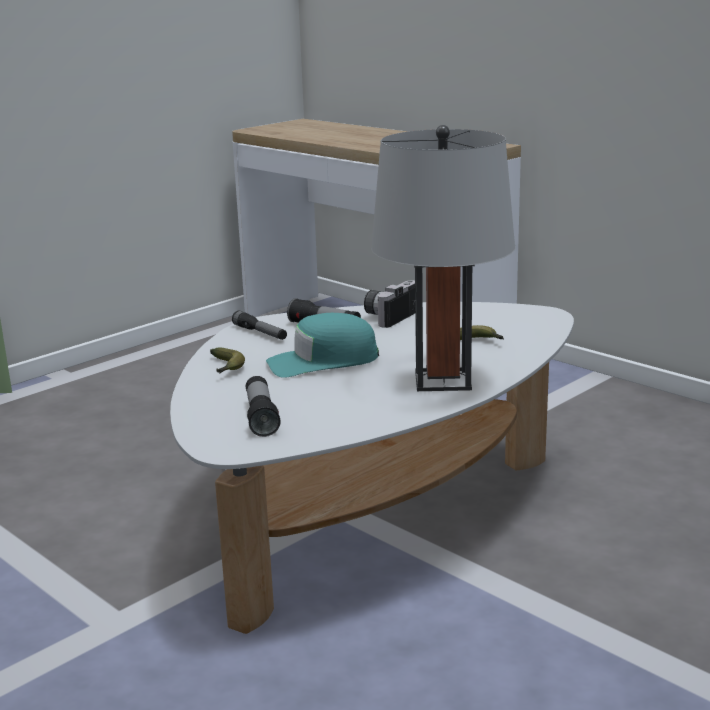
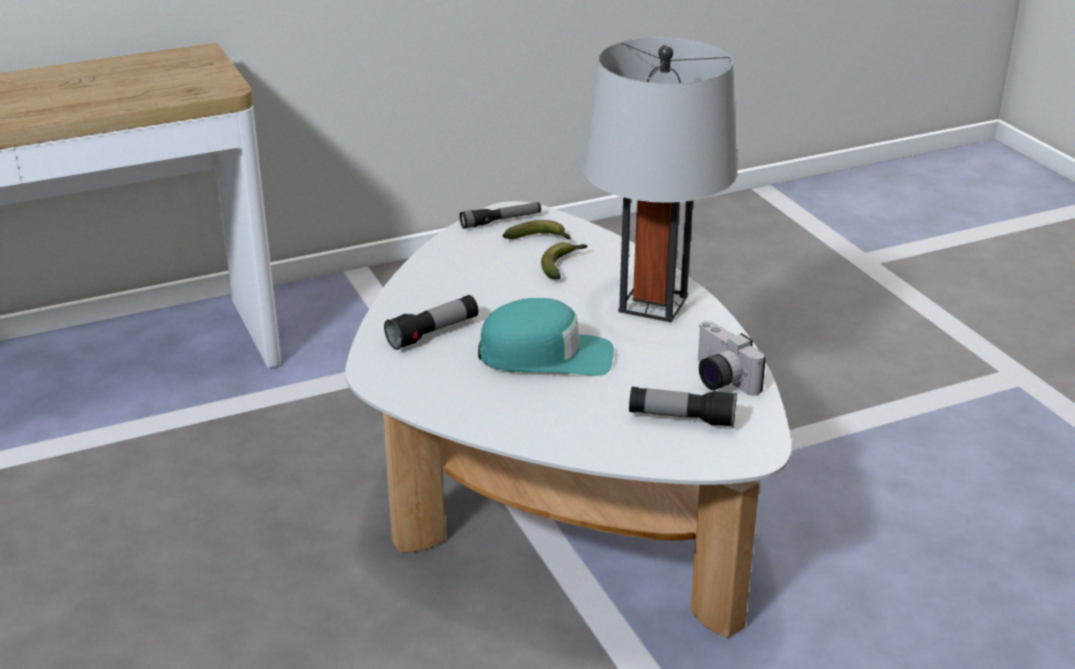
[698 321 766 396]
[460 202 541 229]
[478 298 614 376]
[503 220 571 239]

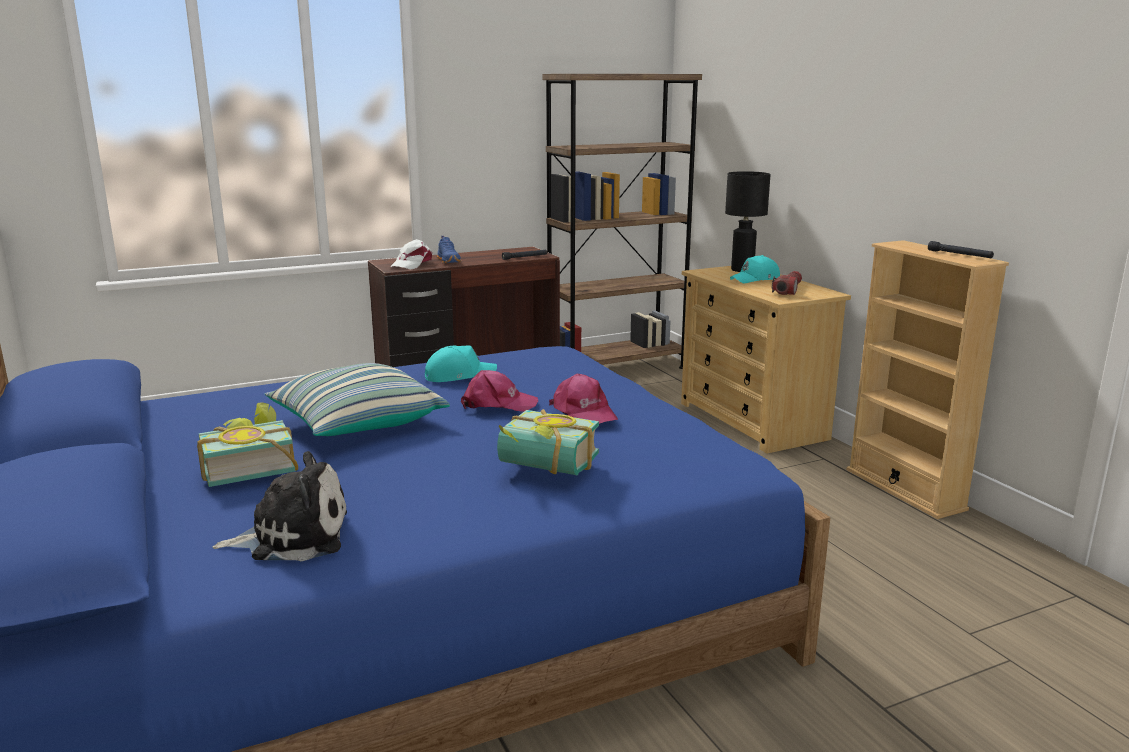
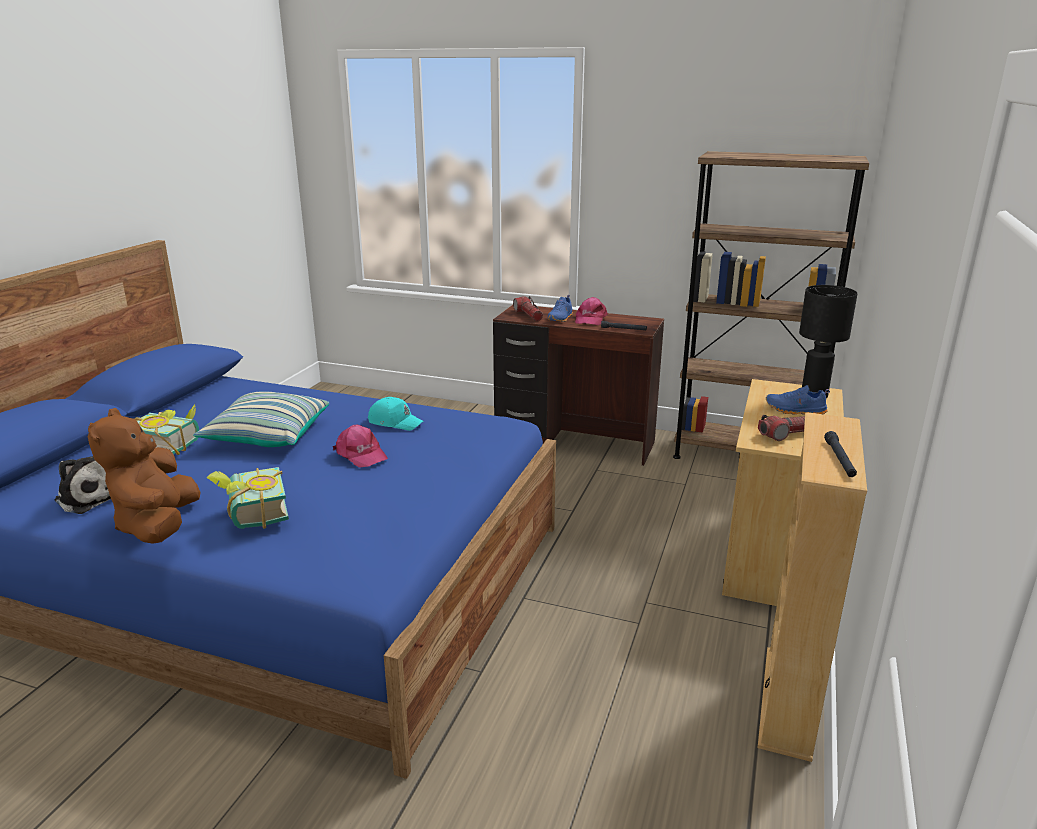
[513 296 543 321]
[766 385 830 415]
[575 297 608 325]
[88 408 200 544]

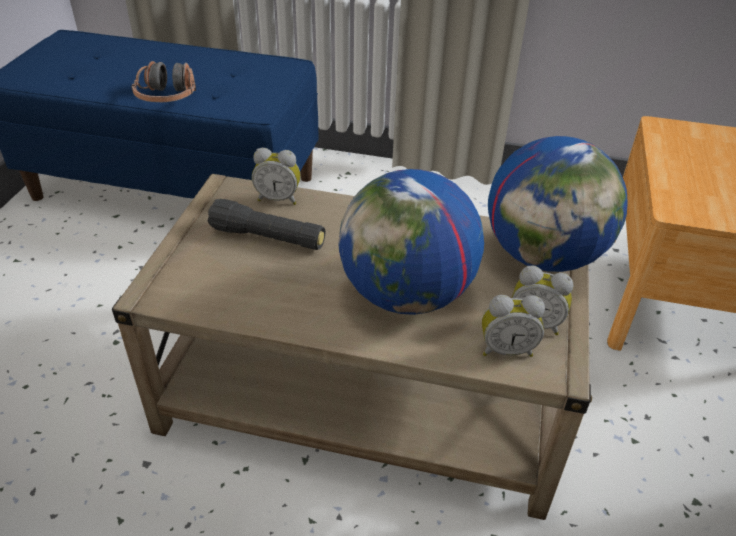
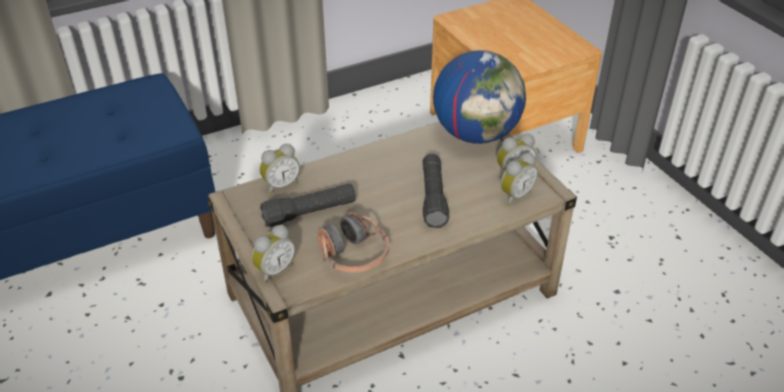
[317 212 389 273]
[423 154 449 228]
[252 225 295 283]

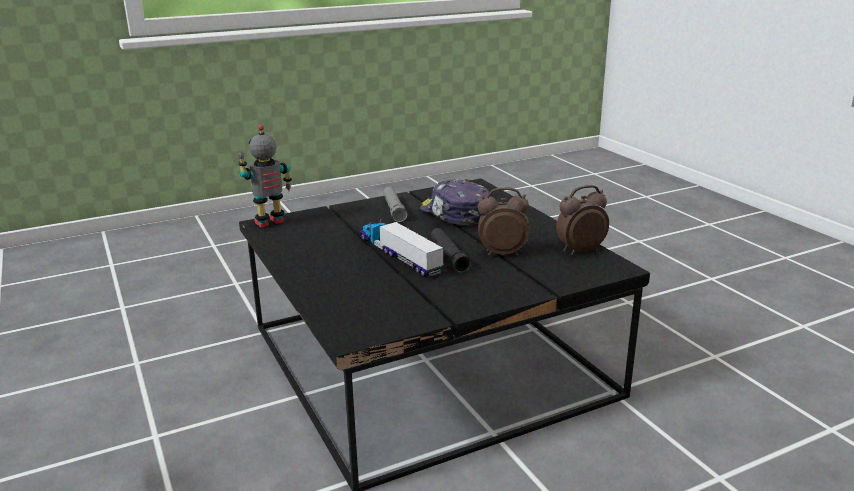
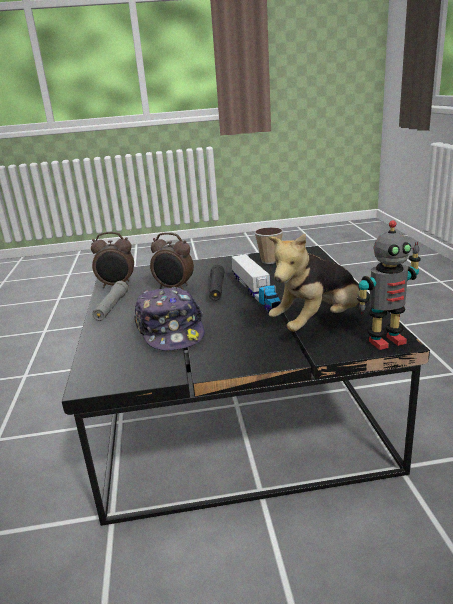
[92 281 128 321]
[255 227 283 264]
[268 234 367 332]

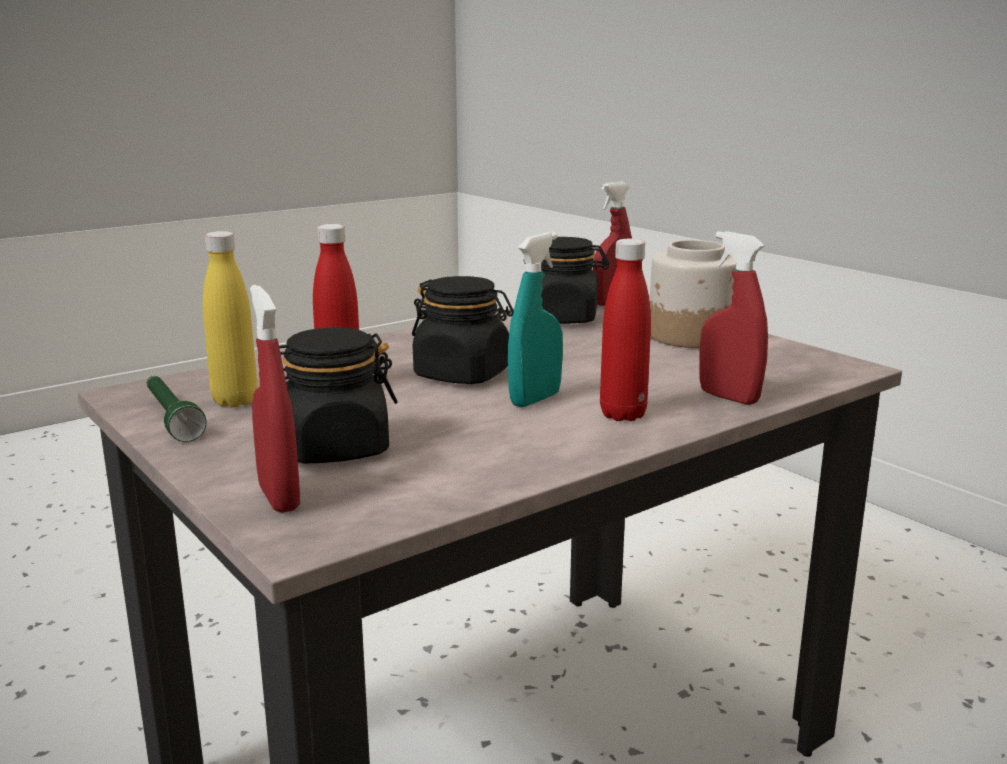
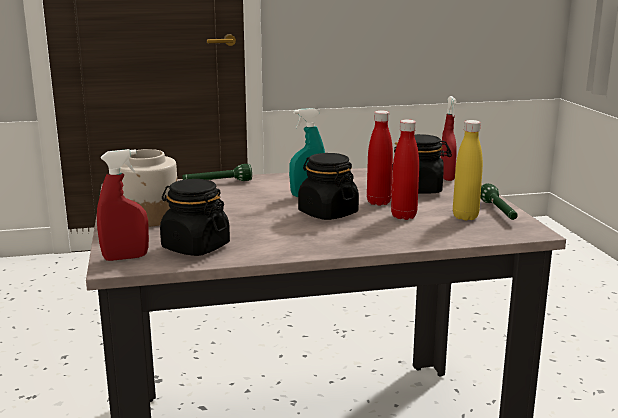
[182 164 252 181]
[367 110 393 206]

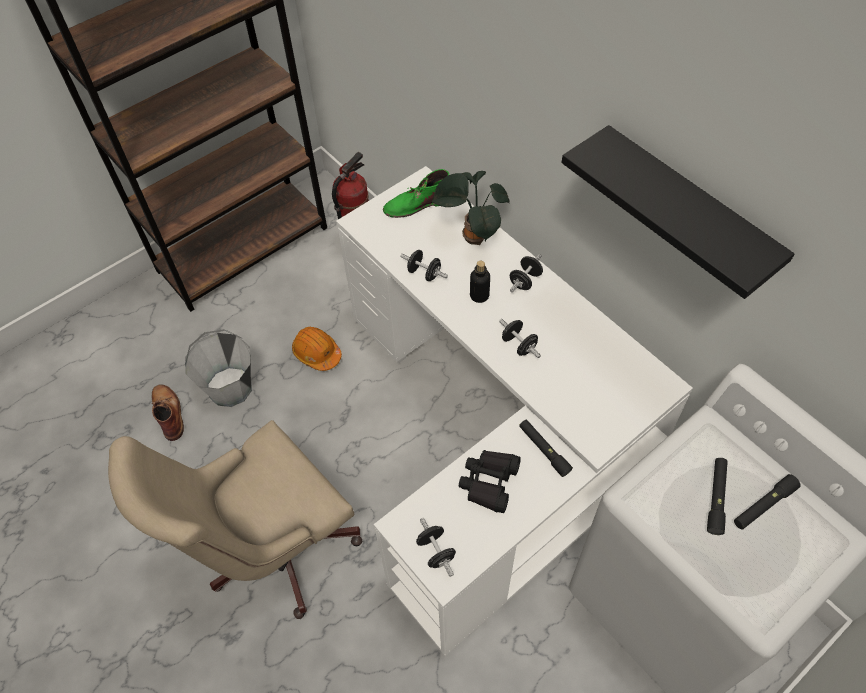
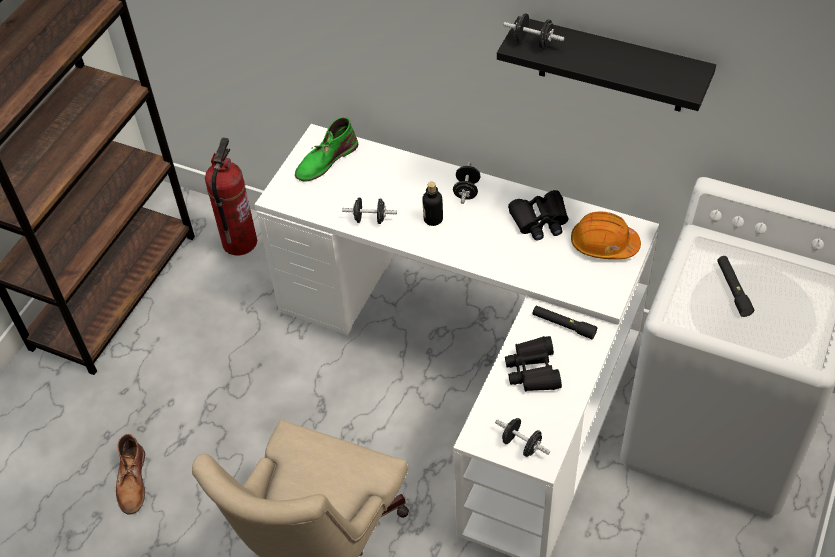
[431 171 510 245] (first image)
[504 14 565 49]
[571 211 641 259]
[185 329 252 407] (first image)
[116 434 145 514]
[734 474 801 530] (first image)
[508 190 569 240]

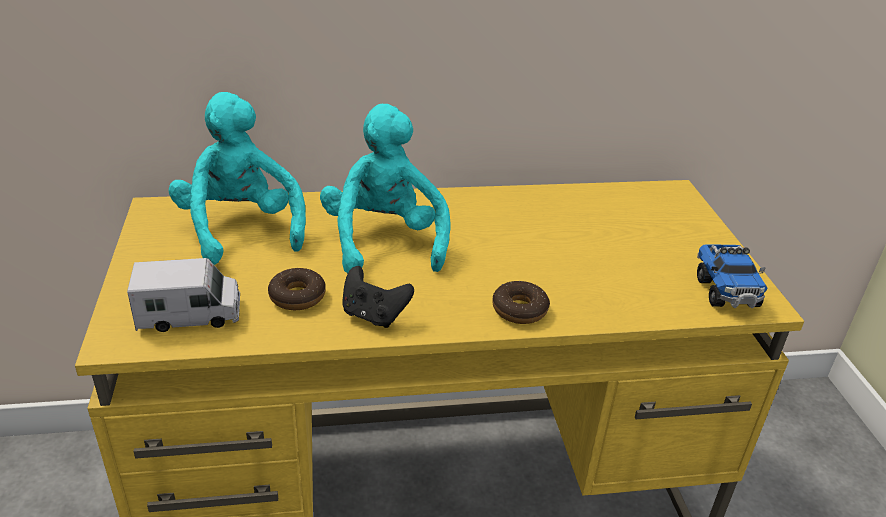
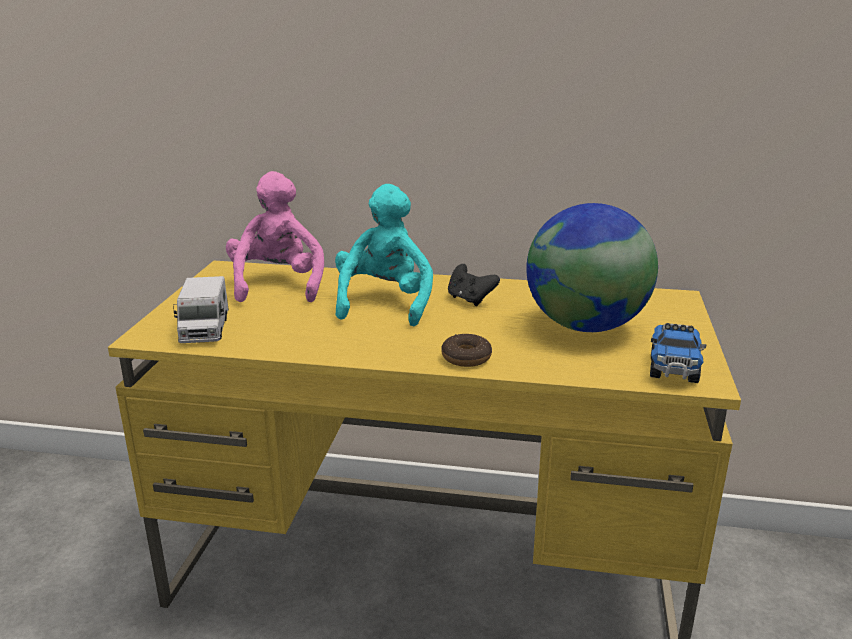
[226 171 324 302]
[173 276 229 343]
[448 264 500 306]
[268 268 326 310] (first image)
[526 203 658 332]

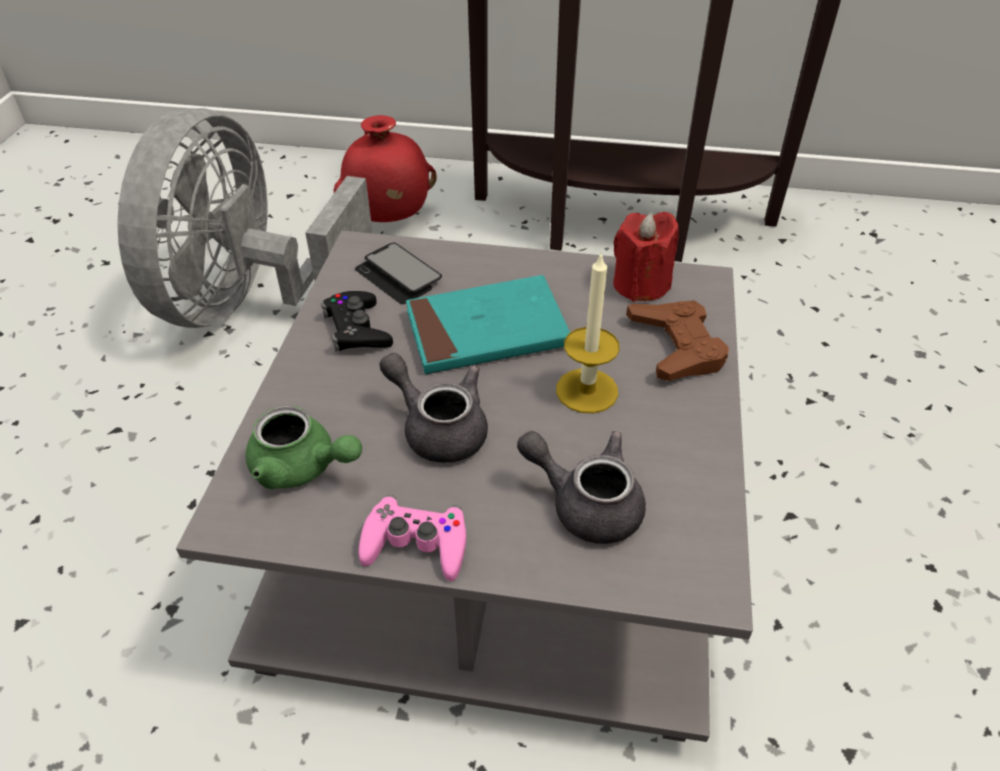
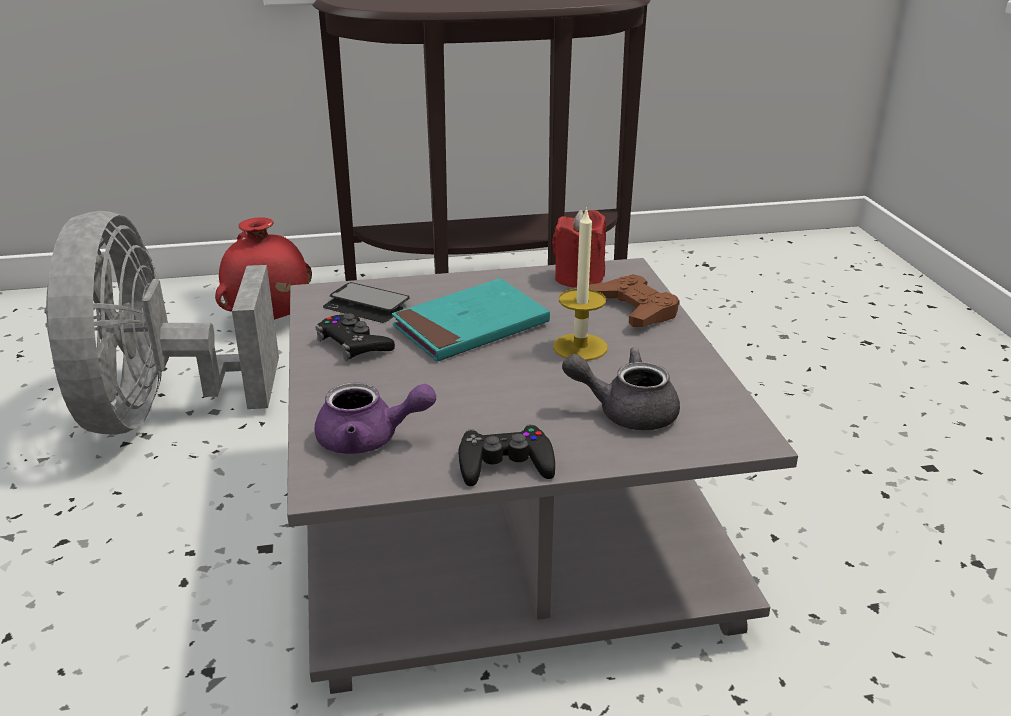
[379 353 488 463] (first image)
[315 382 436 454]
[458 424 555 486]

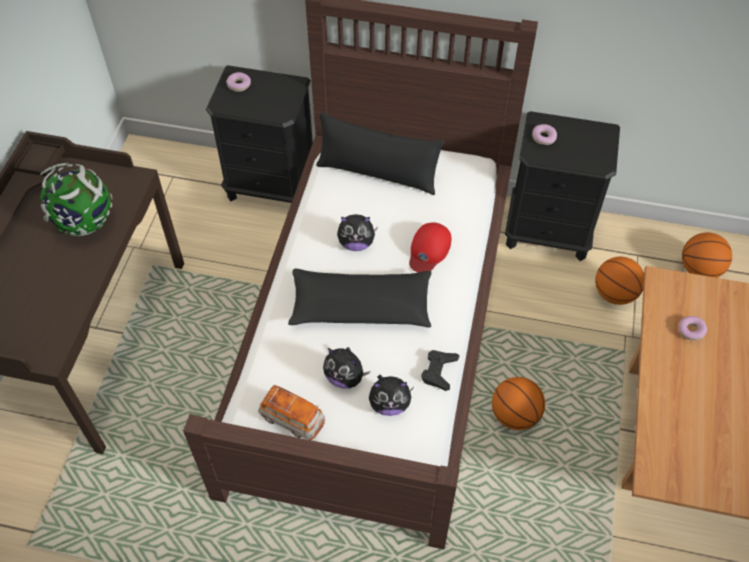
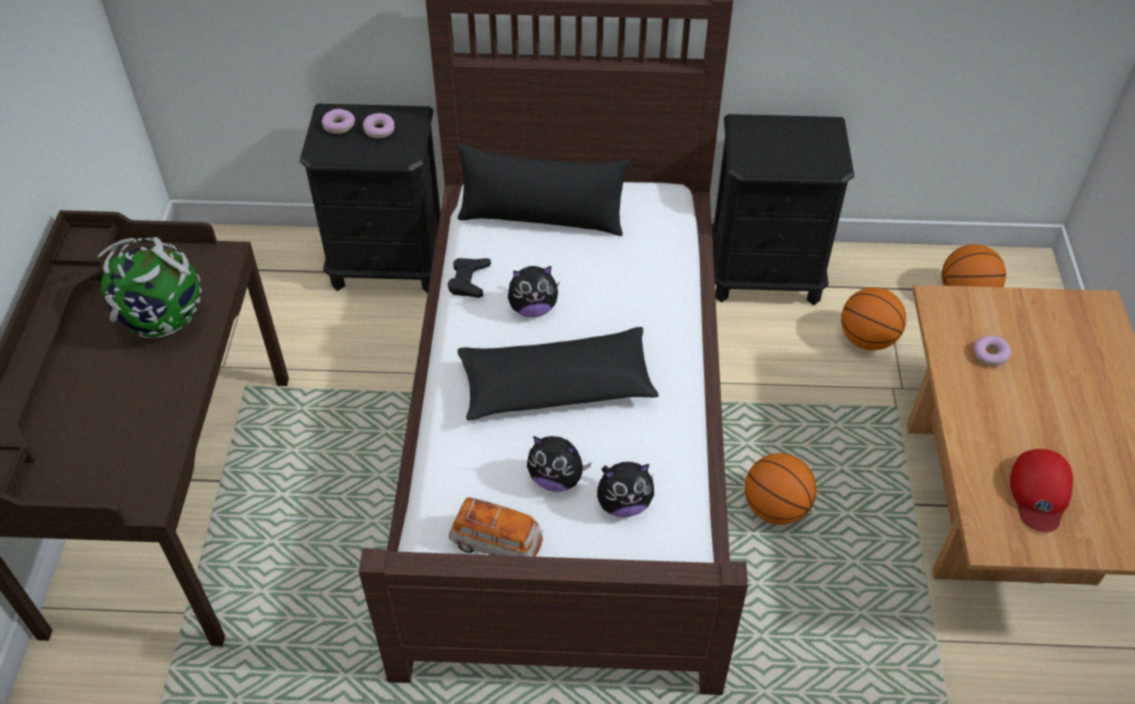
[363 113 395 138]
[1010 449 1073 532]
[448 258 491 298]

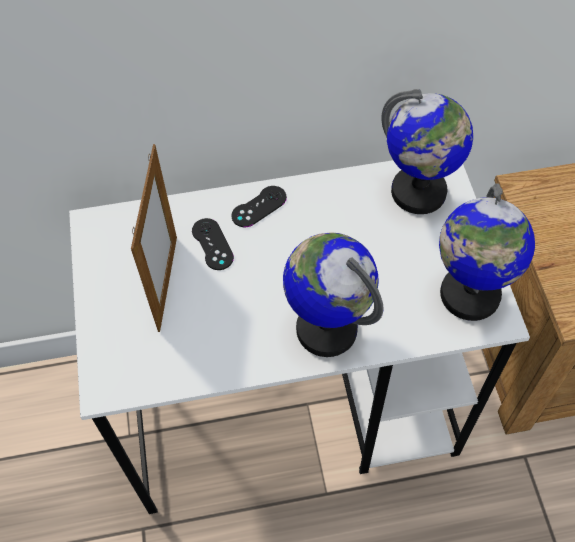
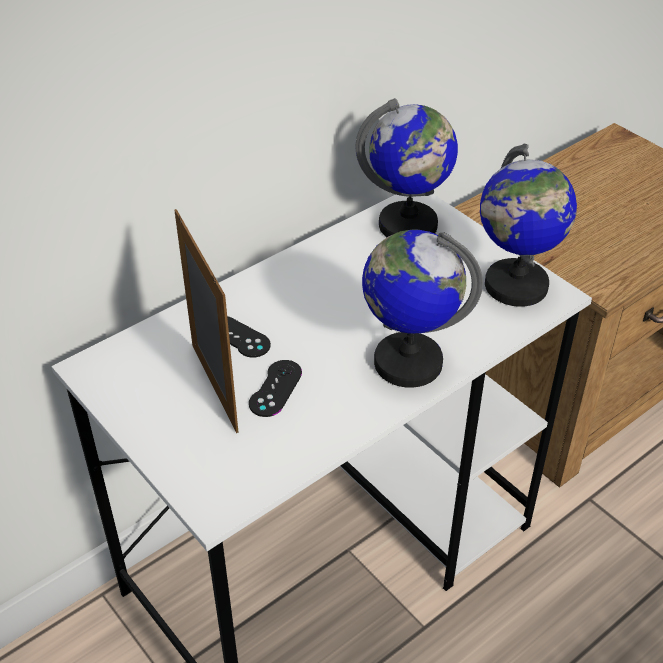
[249 360 302 417]

